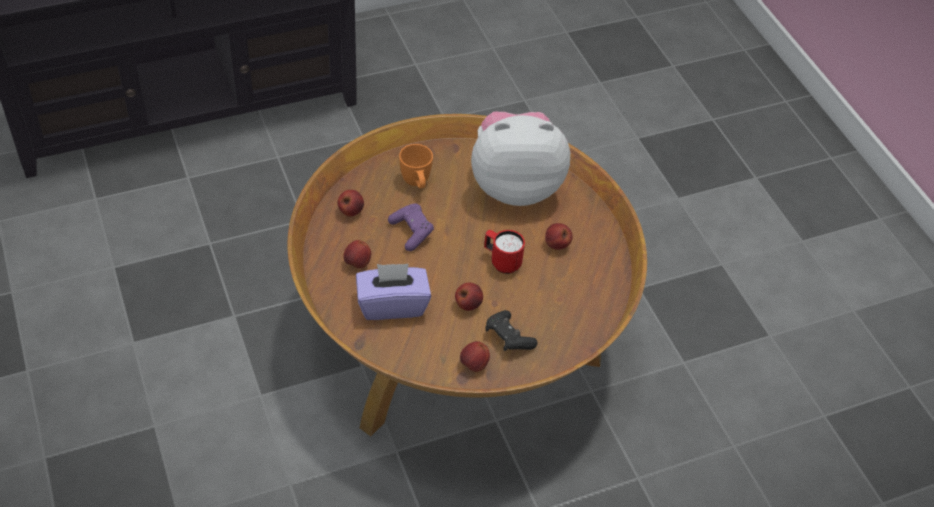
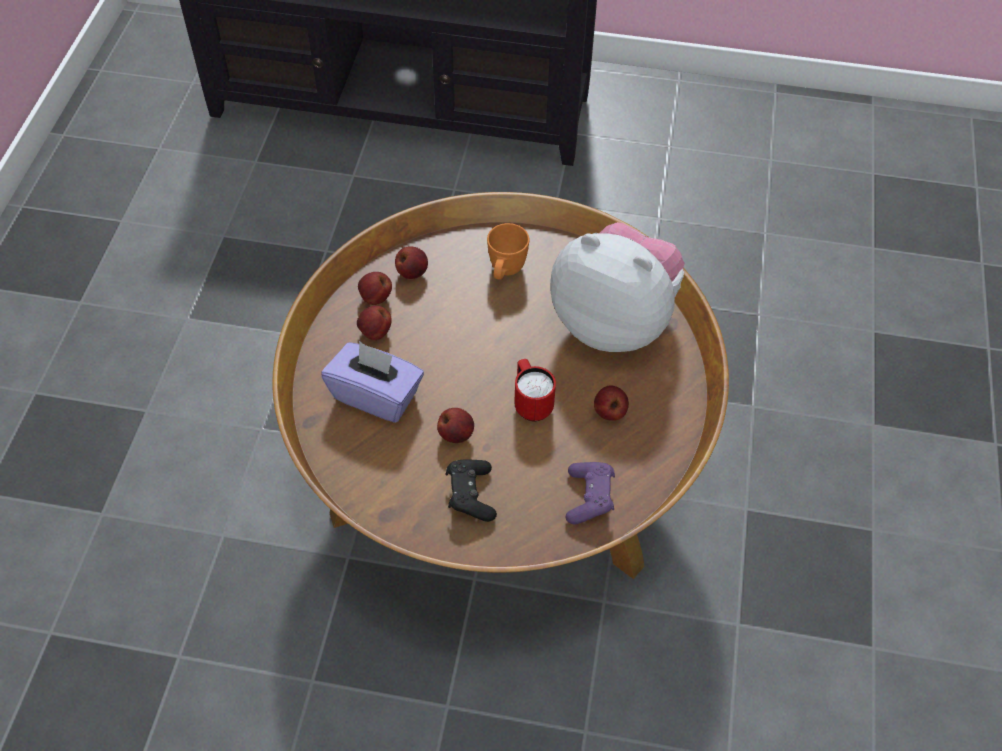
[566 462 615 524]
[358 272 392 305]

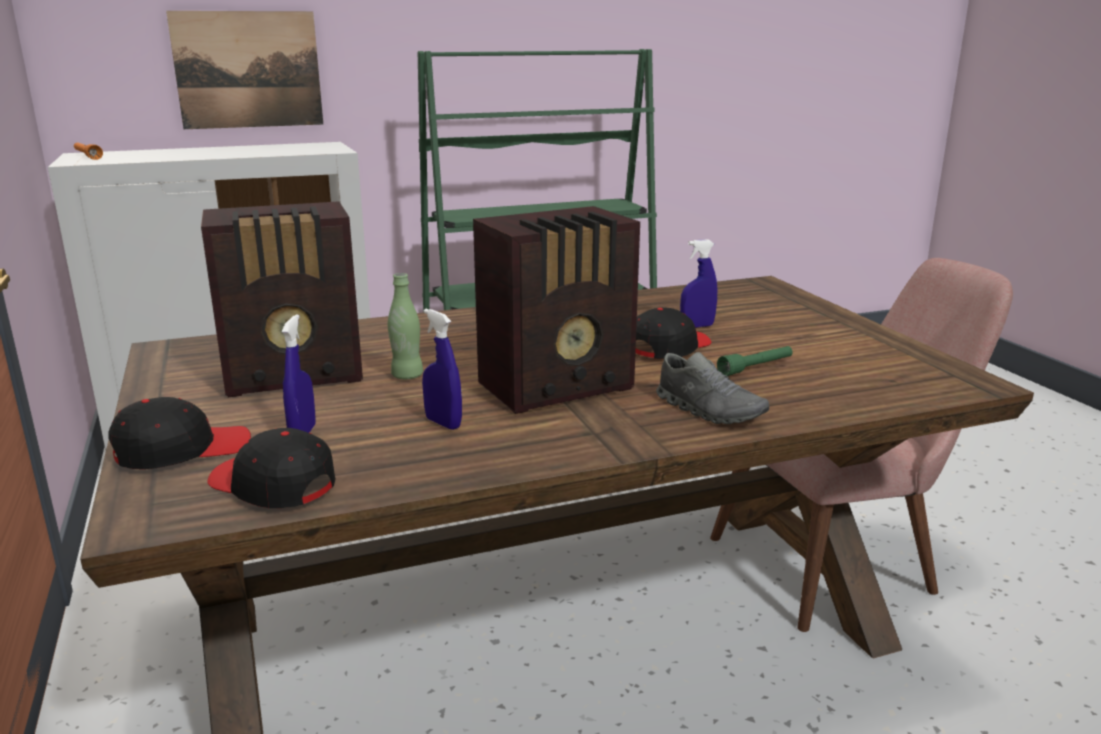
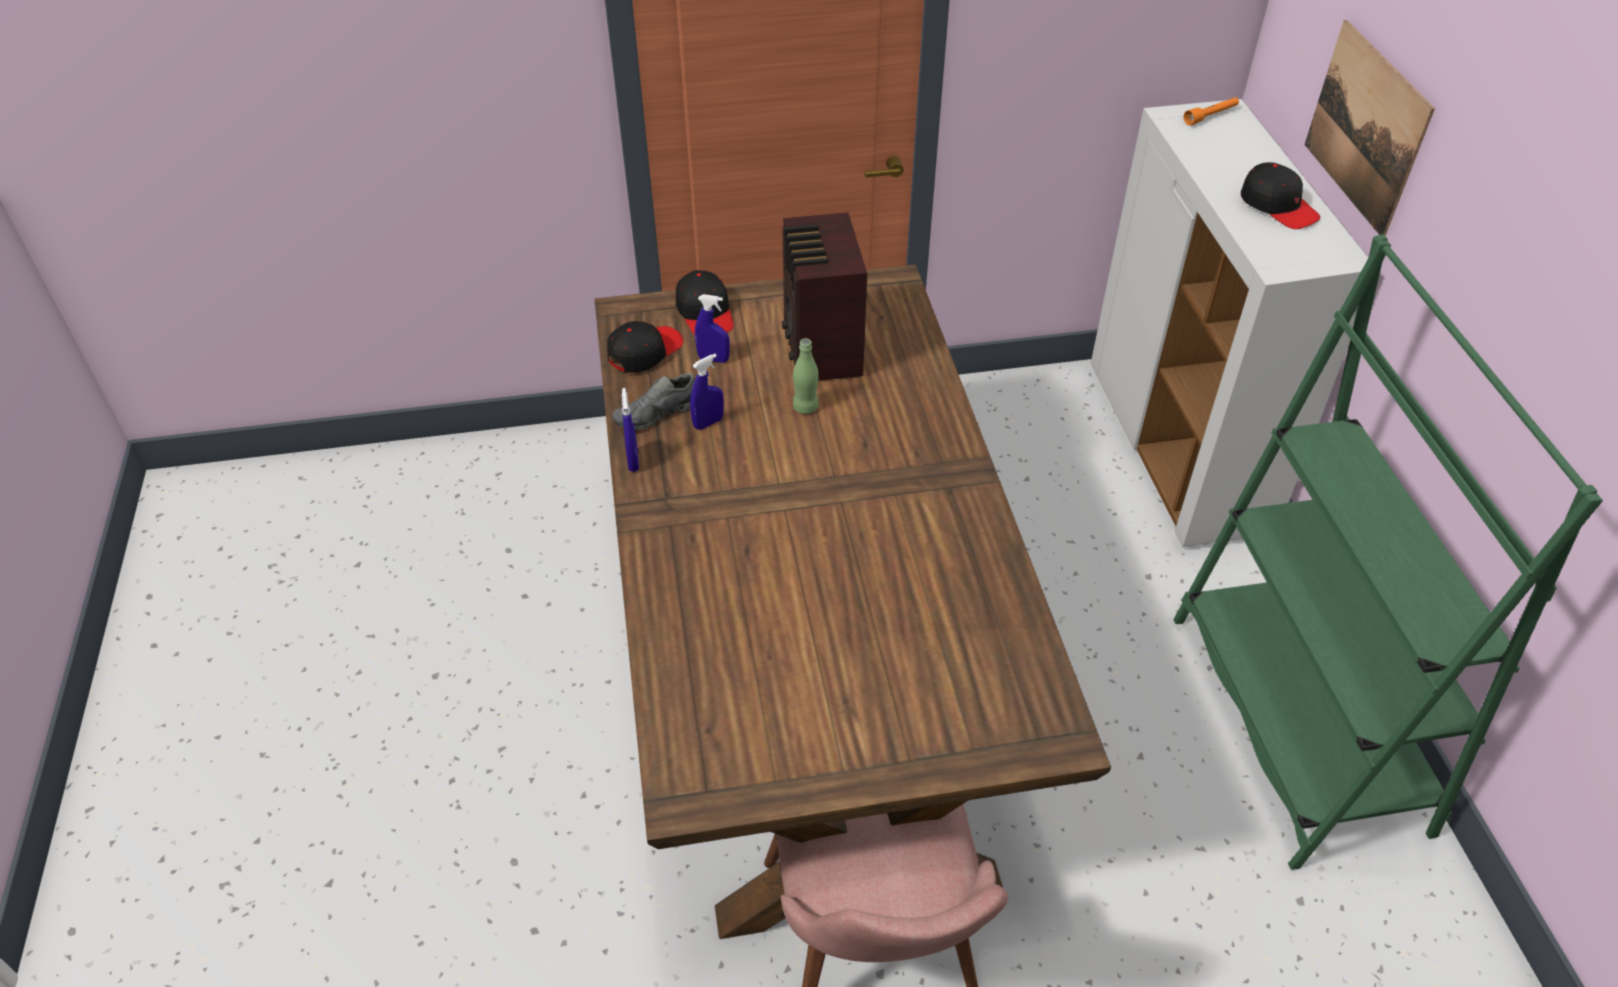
[473 206 640 414] (first image)
[622 388 639 472]
[1241 162 1321 229]
[717 346 792 376] (first image)
[612 373 695 430]

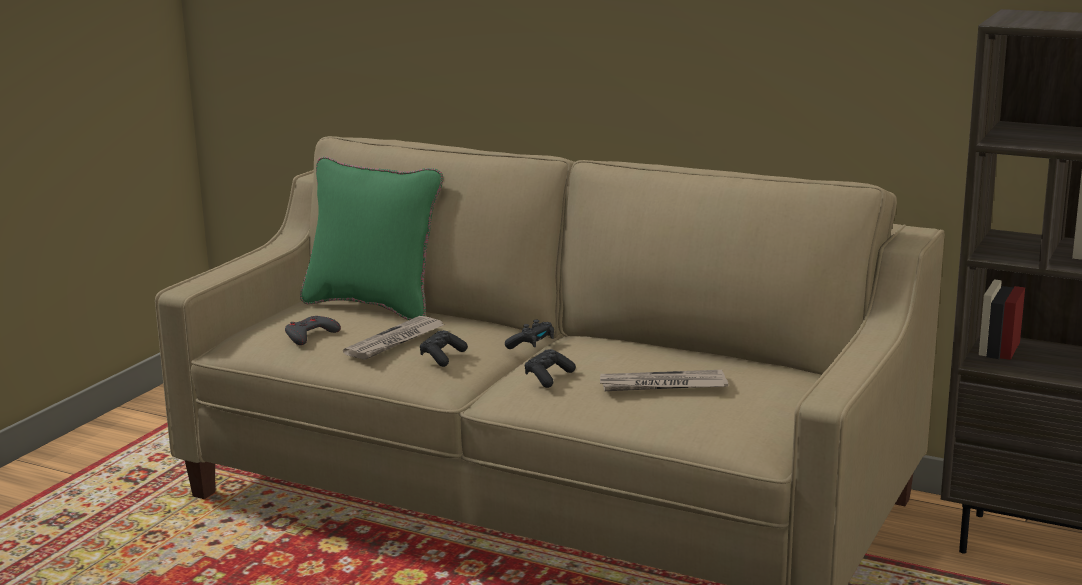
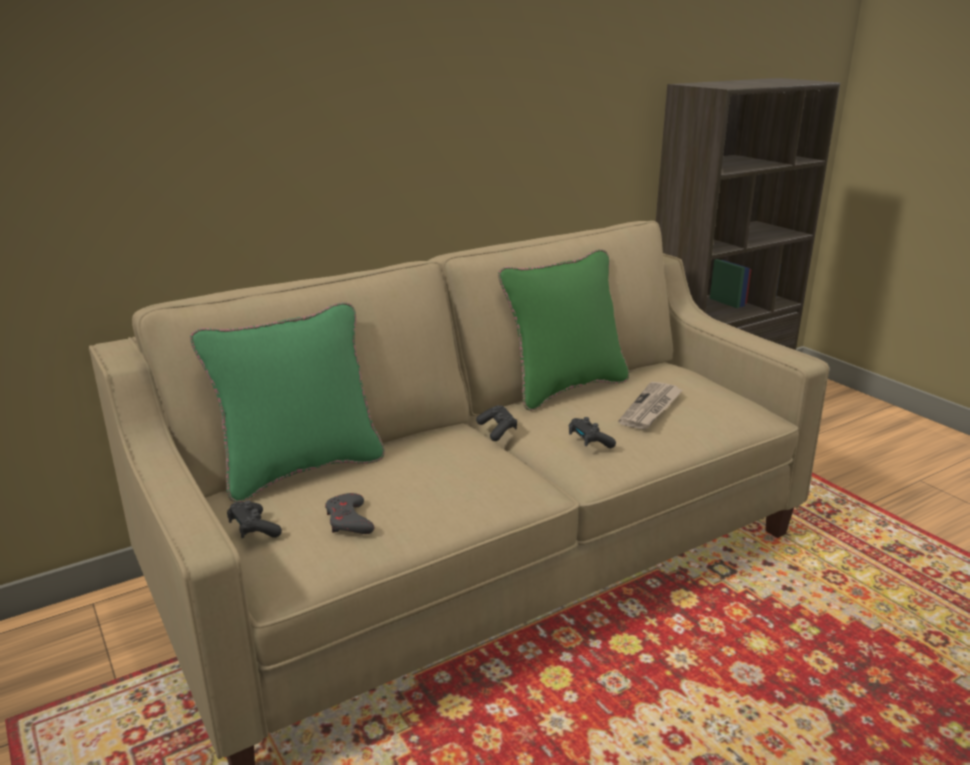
[343 316 444 360] (first image)
[227 500 282 538]
[498 249 629 411]

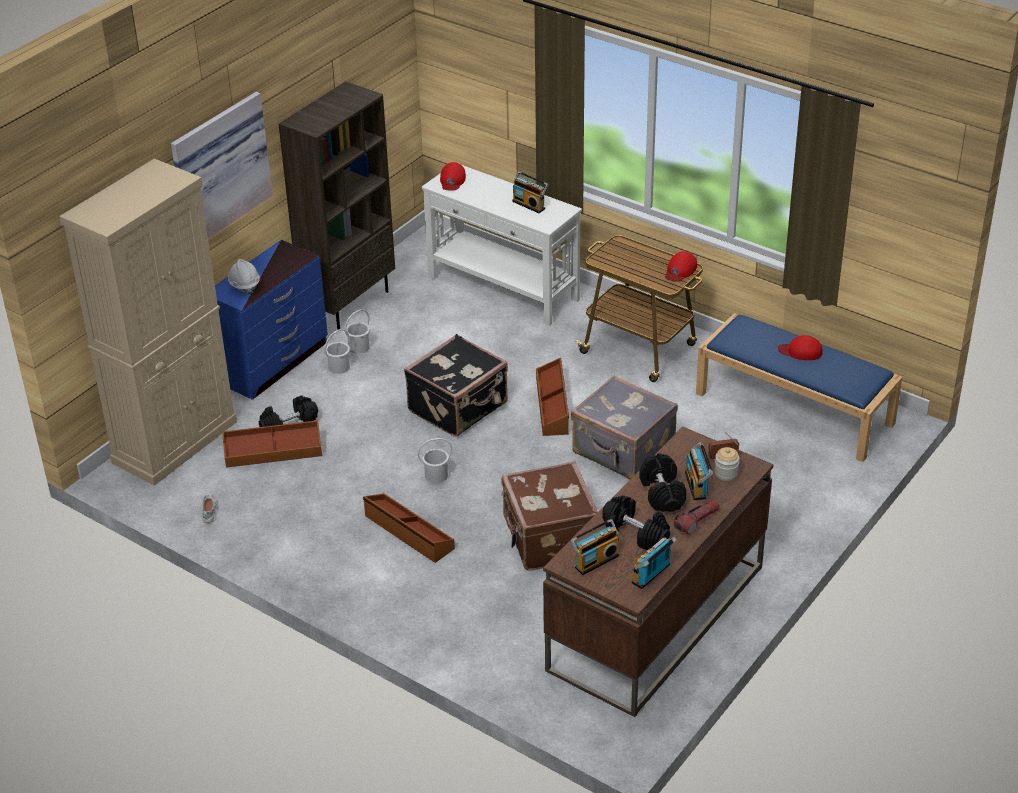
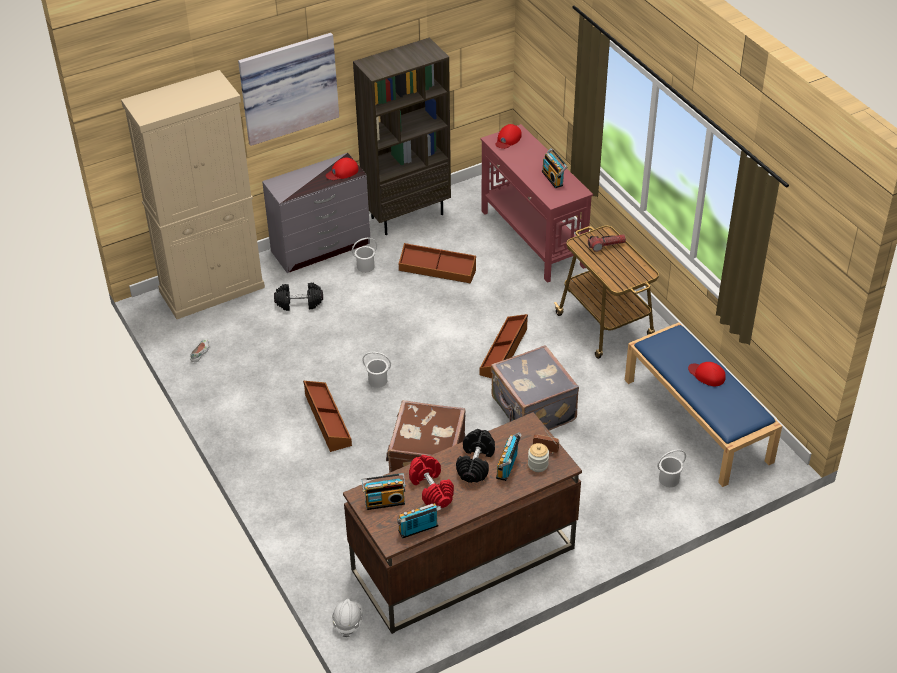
[480 124 593 283]
[262 153 370 273]
[326 158 359 180]
[332 599 363 637]
[657 449 686 487]
[404 334 508 437] (first image)
[399 243 476 284]
[409 455 454 508]
[588 234 626 252]

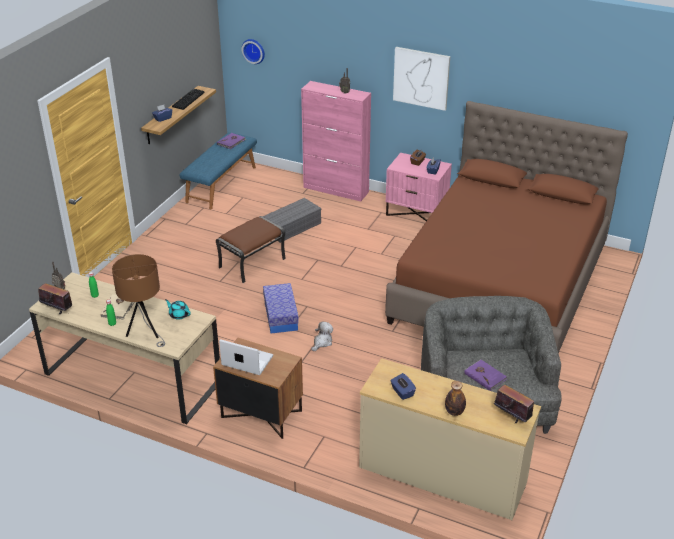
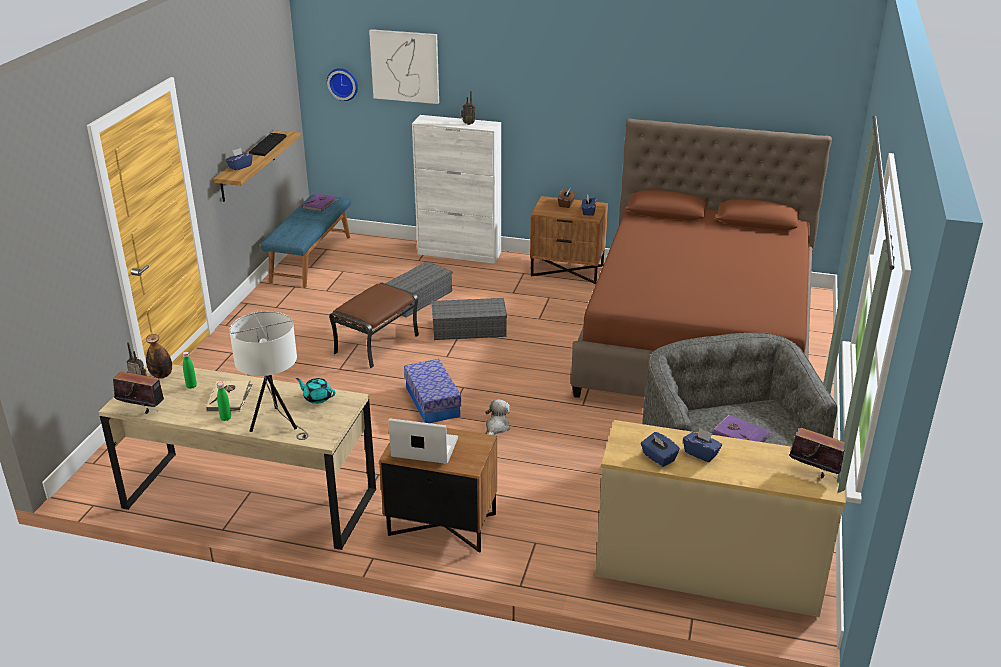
[369 29 439 104]
[412 115 501 264]
[530 196 608 284]
[229 311 308 440]
[146 334 172 379]
[431 298 507 340]
[683 428 722 462]

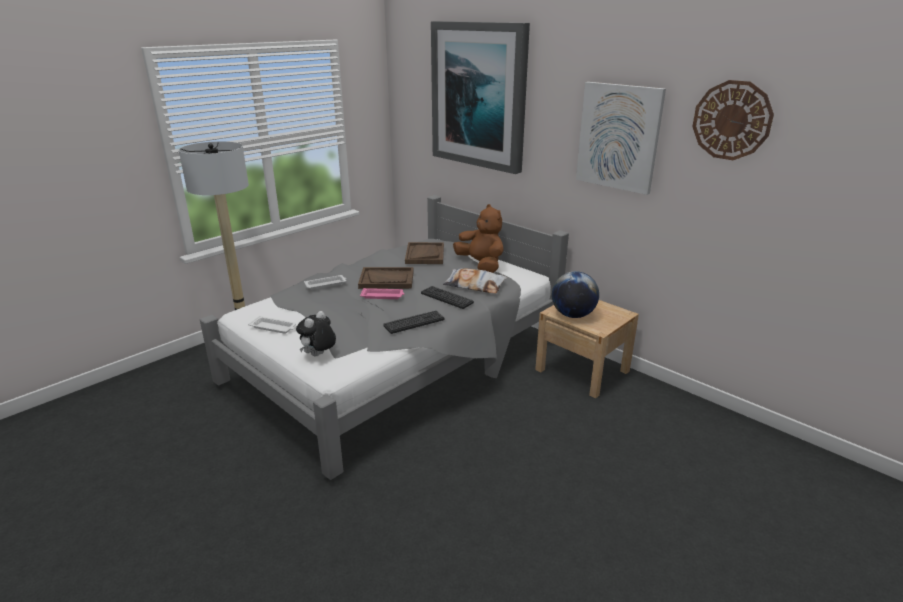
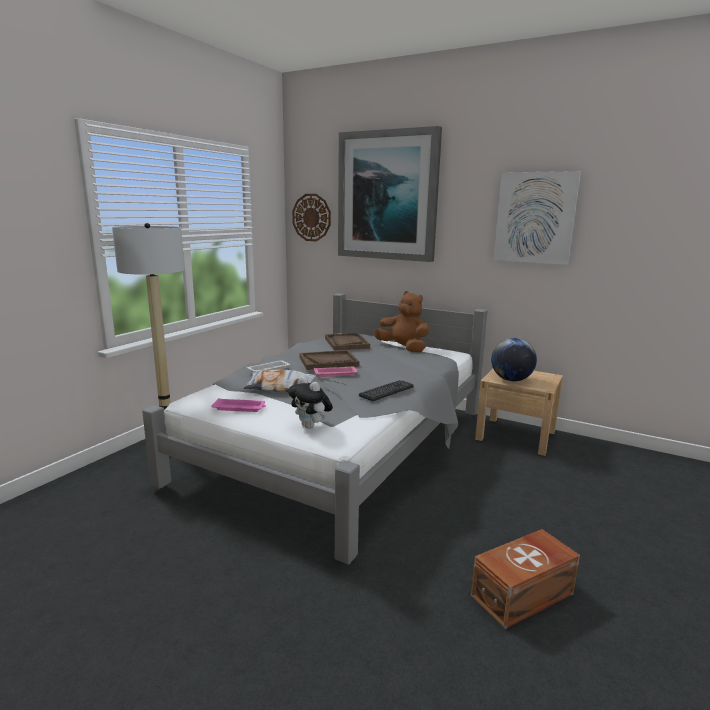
[292 194 331 241]
[244 369 316 392]
[421 286 474 309] (first image)
[288 377 333 429]
[211 398 266 412]
[471 529 580 629]

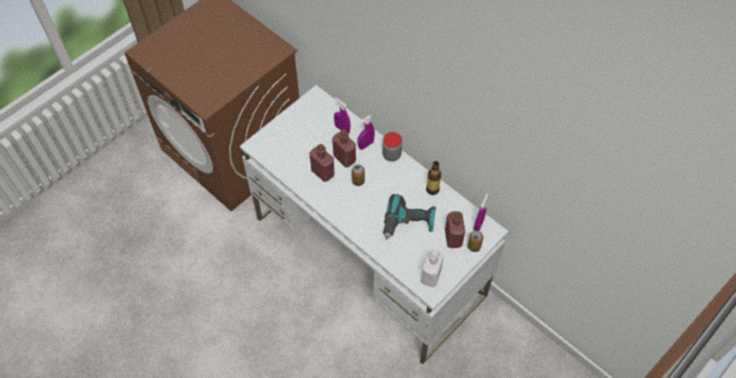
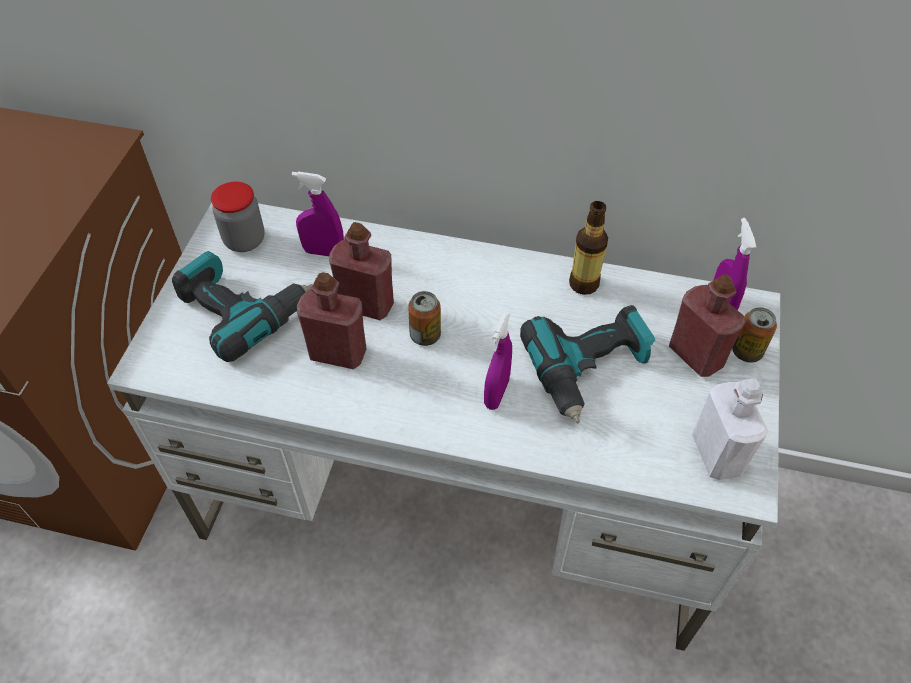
[484 311 512 410]
[211 182 265 252]
[172 251 313 362]

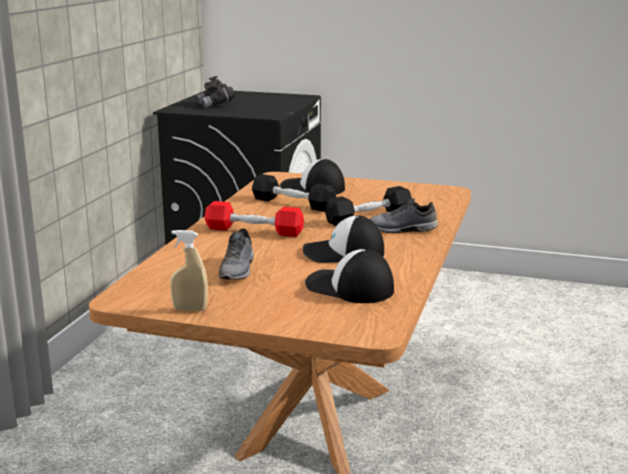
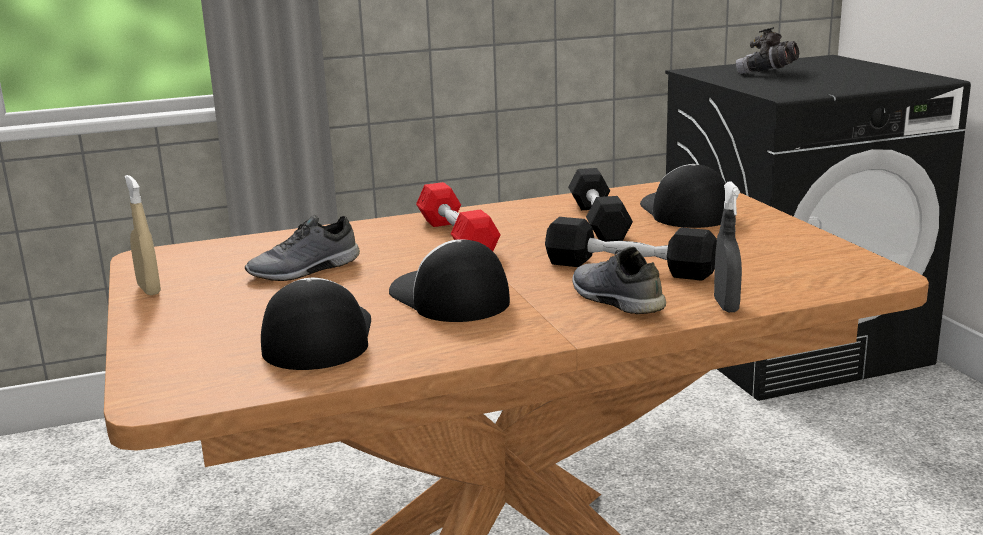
[714 182 742 312]

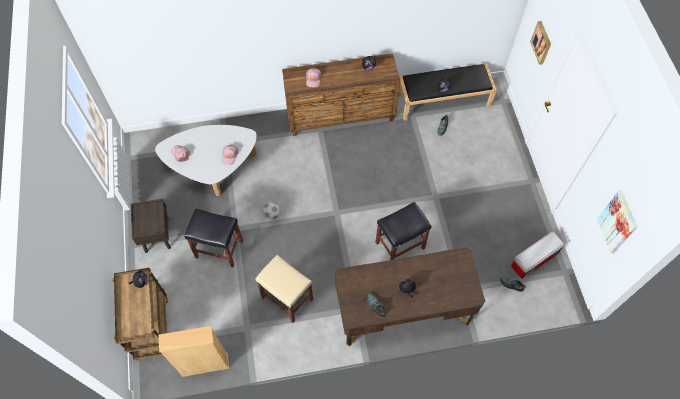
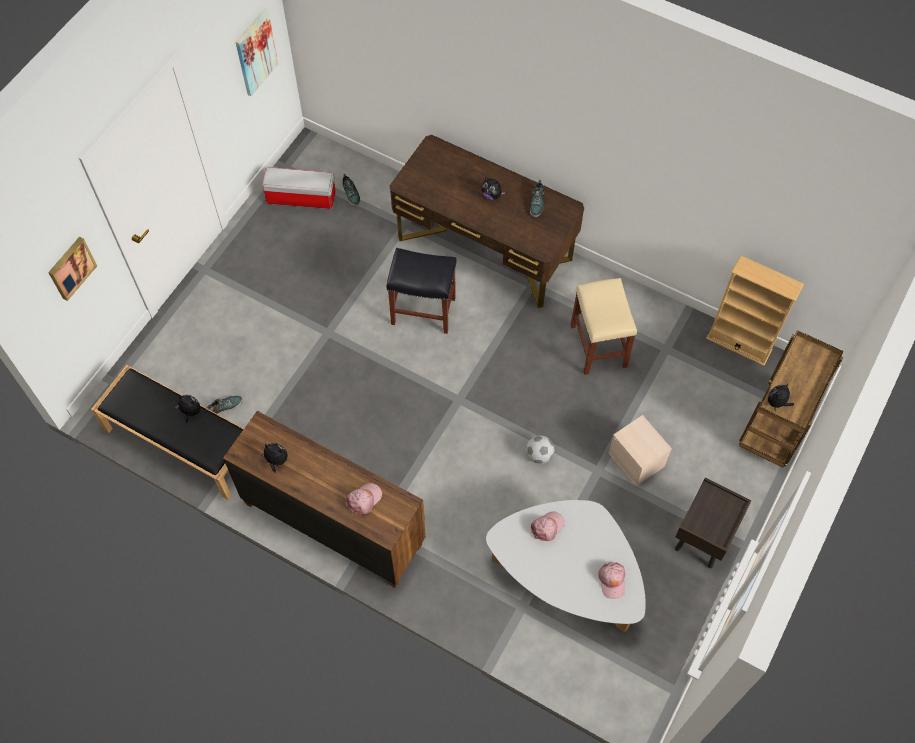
[608 415 672 486]

